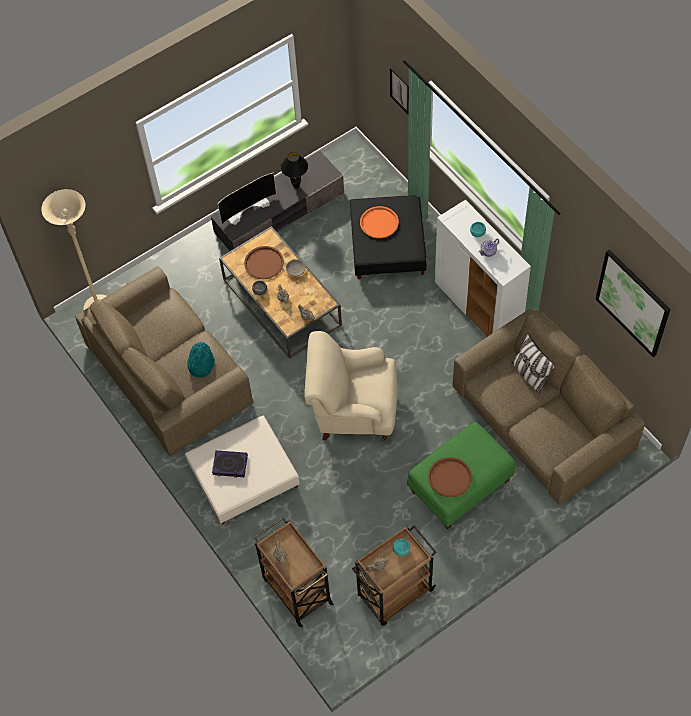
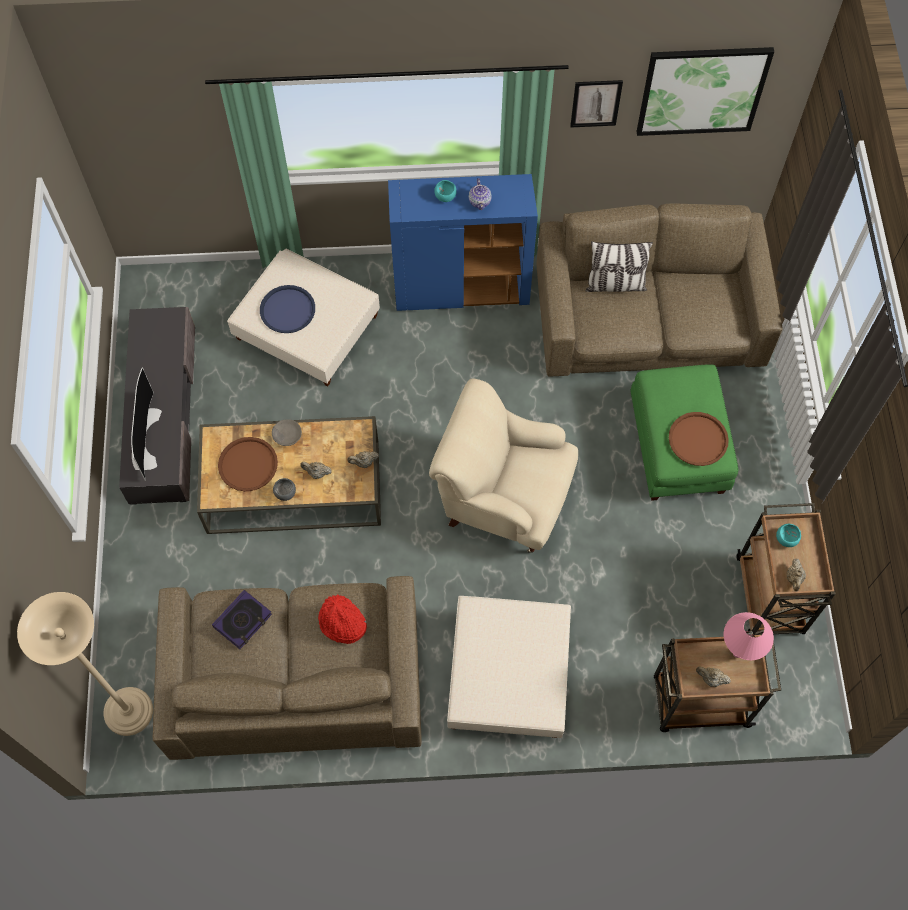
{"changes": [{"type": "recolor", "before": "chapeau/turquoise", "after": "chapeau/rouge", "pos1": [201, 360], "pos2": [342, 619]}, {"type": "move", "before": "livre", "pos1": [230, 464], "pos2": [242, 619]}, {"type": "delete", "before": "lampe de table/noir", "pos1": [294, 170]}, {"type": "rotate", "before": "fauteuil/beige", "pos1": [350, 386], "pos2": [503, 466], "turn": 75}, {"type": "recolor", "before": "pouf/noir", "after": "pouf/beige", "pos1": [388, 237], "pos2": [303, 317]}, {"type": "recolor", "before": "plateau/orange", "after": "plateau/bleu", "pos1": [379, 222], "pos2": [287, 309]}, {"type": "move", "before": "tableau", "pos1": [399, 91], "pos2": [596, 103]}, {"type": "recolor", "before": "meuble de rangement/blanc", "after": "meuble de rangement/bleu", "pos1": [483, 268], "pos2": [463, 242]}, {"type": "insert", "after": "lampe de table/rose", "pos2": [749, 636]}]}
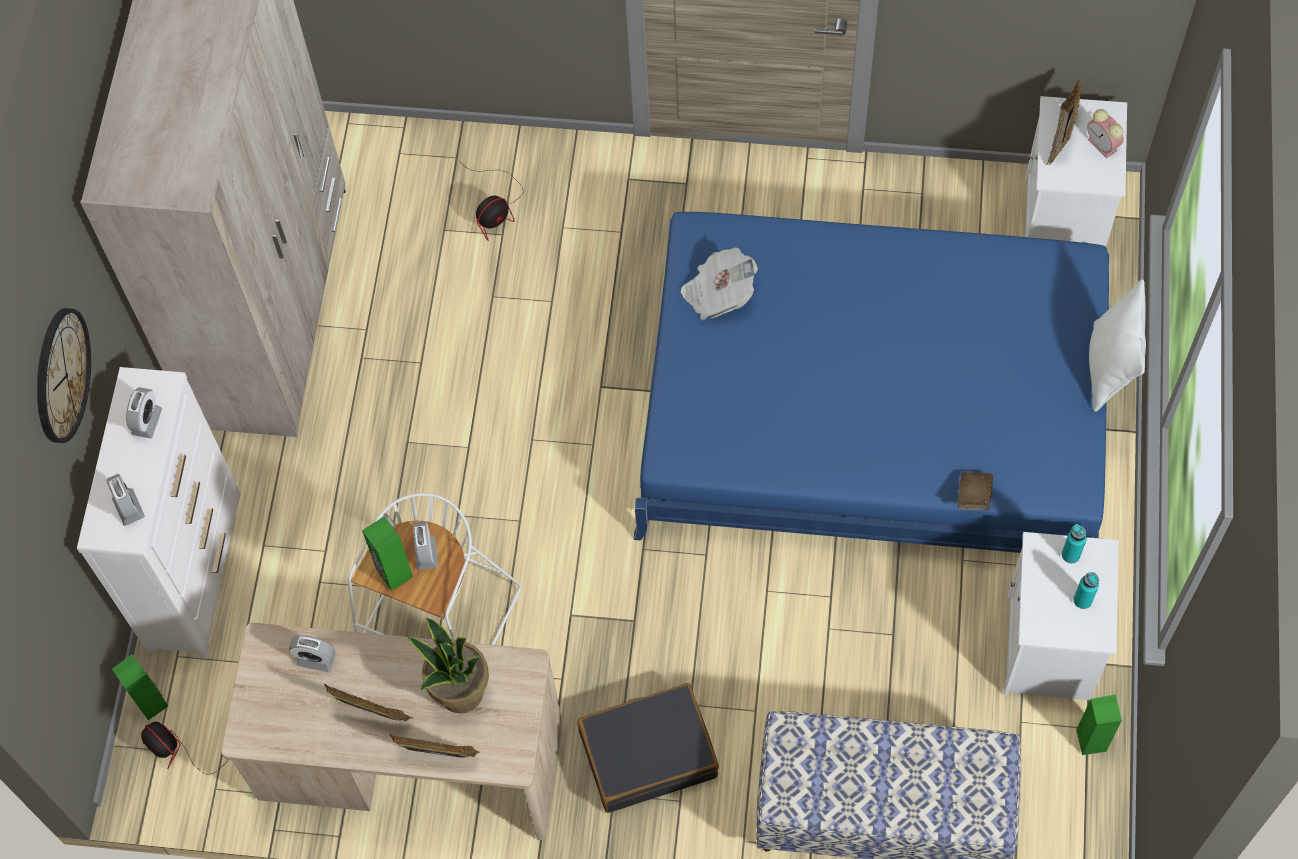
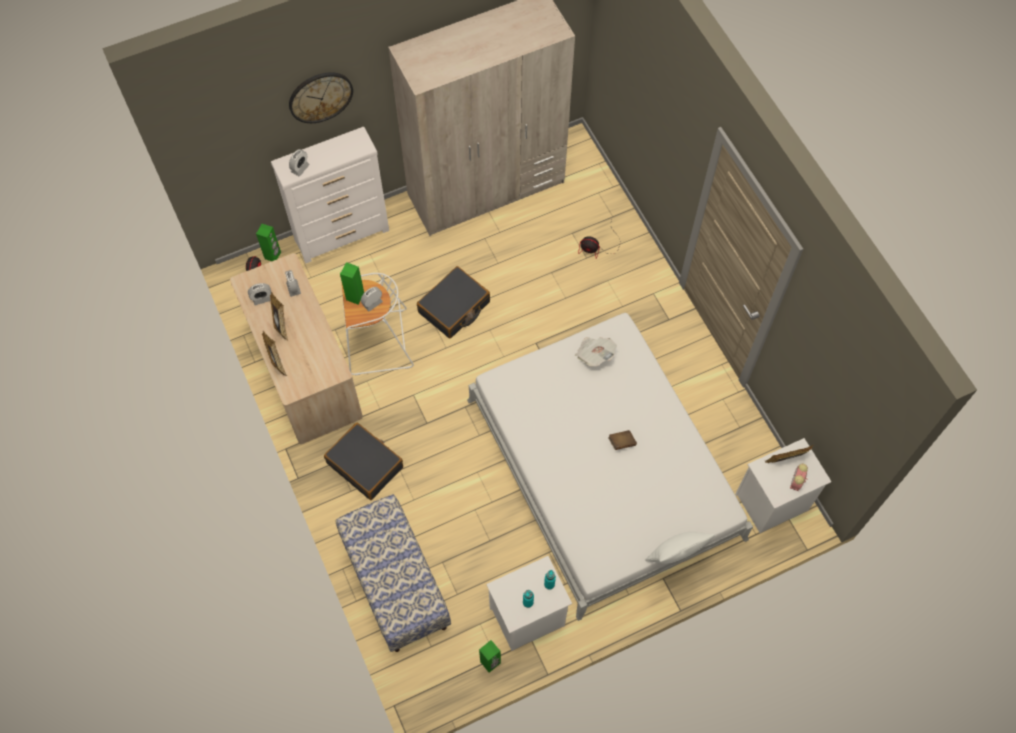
{"changes": [{"type": "move", "before": "réveil", "pos1": [144, 413], "pos2": [260, 294]}, {"type": "delete", "before": "plante en pot", "pos1": [448, 665]}, {"type": "recolor", "before": "lit/bleu", "after": "lit/blanc", "pos1": [871, 382], "pos2": [610, 467]}, {"type": "move", "before": "livre/marron", "pos1": [975, 491], "pos2": [622, 440]}, {"type": "insert", "after": "valise/noir", "pos2": [453, 302]}]}
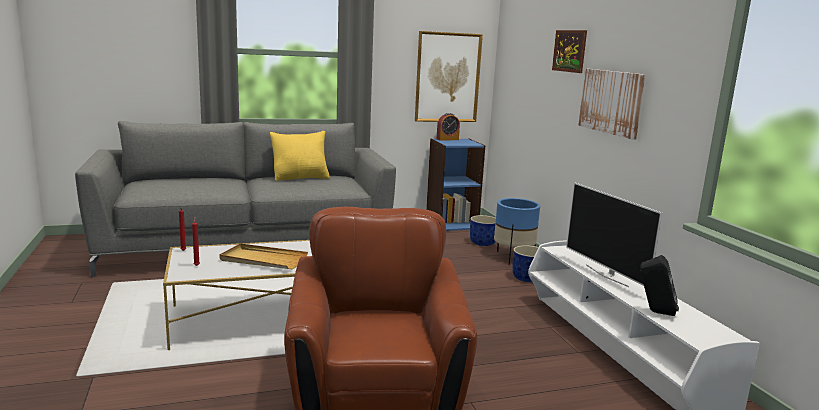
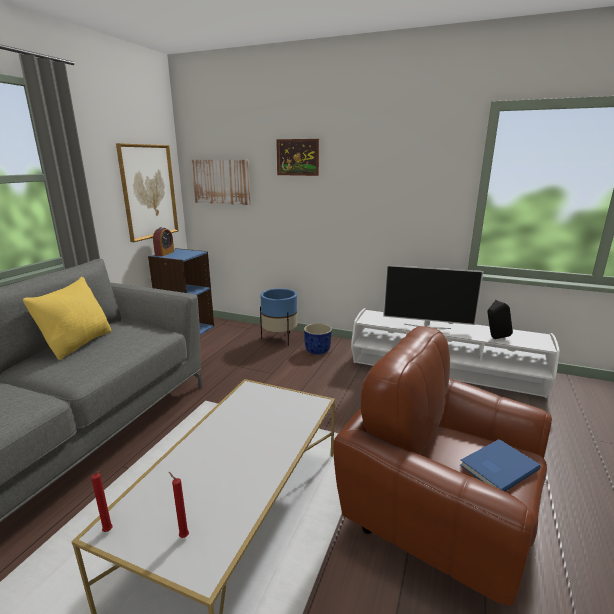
{"changes": [{"type": "delete", "before": "plateau/beige", "pos1": [264, 256]}, {"type": "delete", "before": "cache-pot/bleu", "pos1": [483, 230]}, {"type": "move", "before": "tableau", "pos1": [612, 104], "pos2": [220, 182]}, {"type": "insert", "after": "livre/bleu", "pos2": [500, 465]}]}
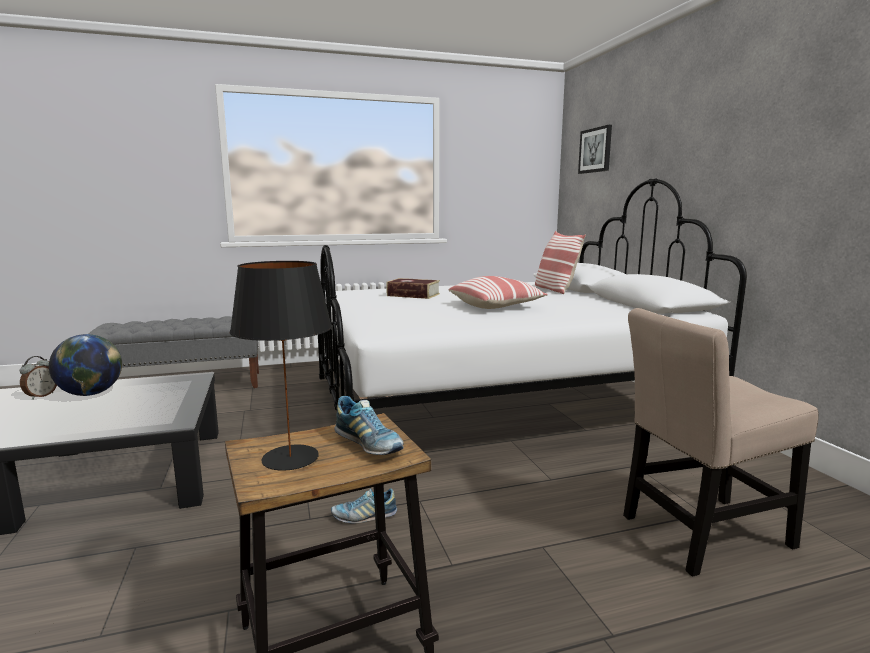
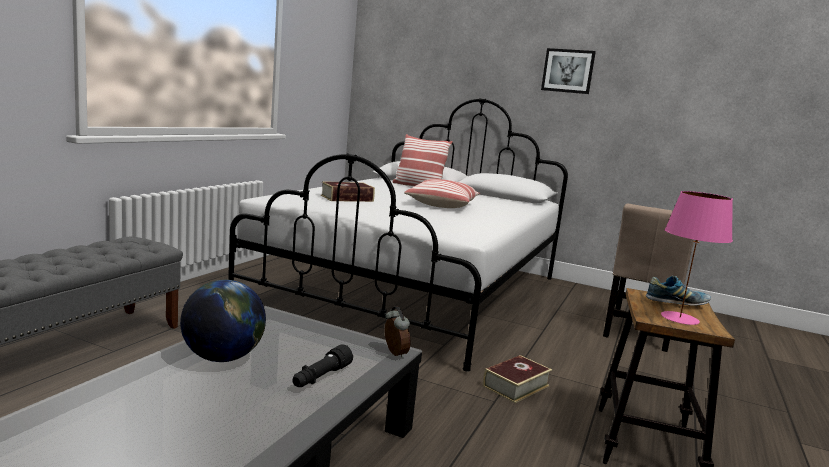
{"changes": [{"type": "move", "before": "réveil", "pos1": [38, 378], "pos2": [398, 332]}, {"type": "recolor", "before": "lampe de table/noir", "after": "lampe de table/rose", "pos1": [281, 365], "pos2": [697, 258]}, {"type": "replace", "before": "chaussure", "after": "livre", "pos1": [364, 506], "pos2": [517, 379]}, {"type": "move", "before": "tableau", "pos1": [595, 149], "pos2": [568, 71]}, {"type": "insert", "after": "lampe de poche/noir", "pos2": [322, 365]}]}
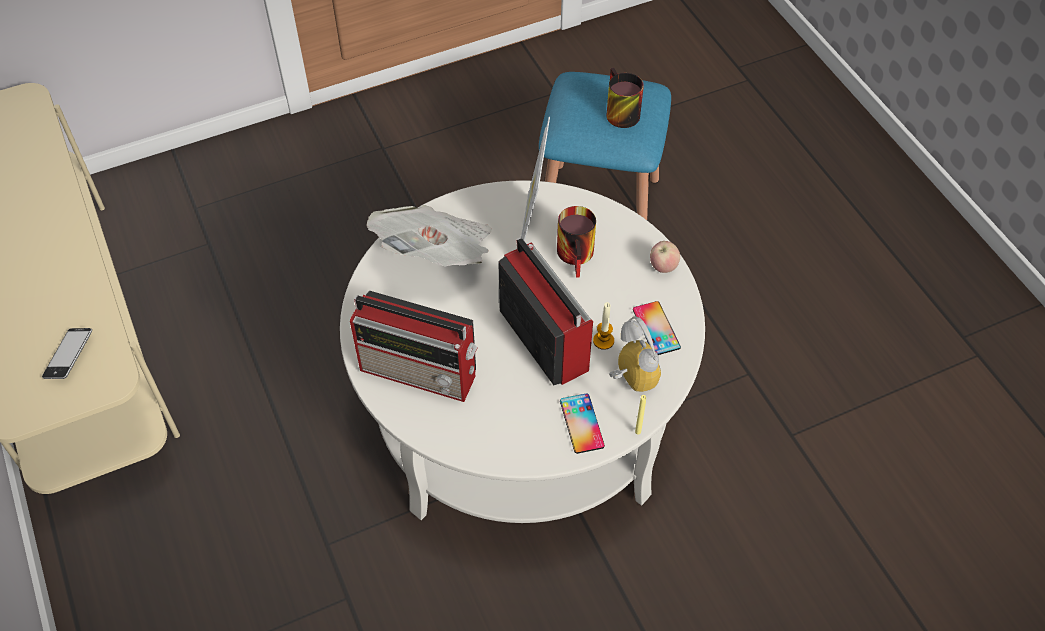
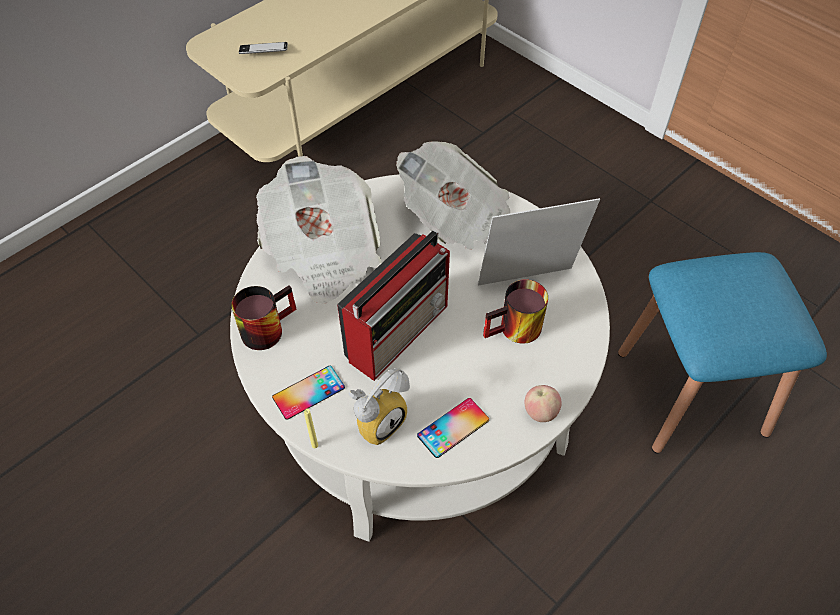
{"changes": [{"type": "replace", "before": "radio", "after": "journal", "pos1": [414, 346], "pos2": [318, 230]}, {"type": "delete", "before": "bougie", "pos1": [603, 326]}, {"type": "move", "before": "mug", "pos1": [625, 98], "pos2": [264, 317]}]}
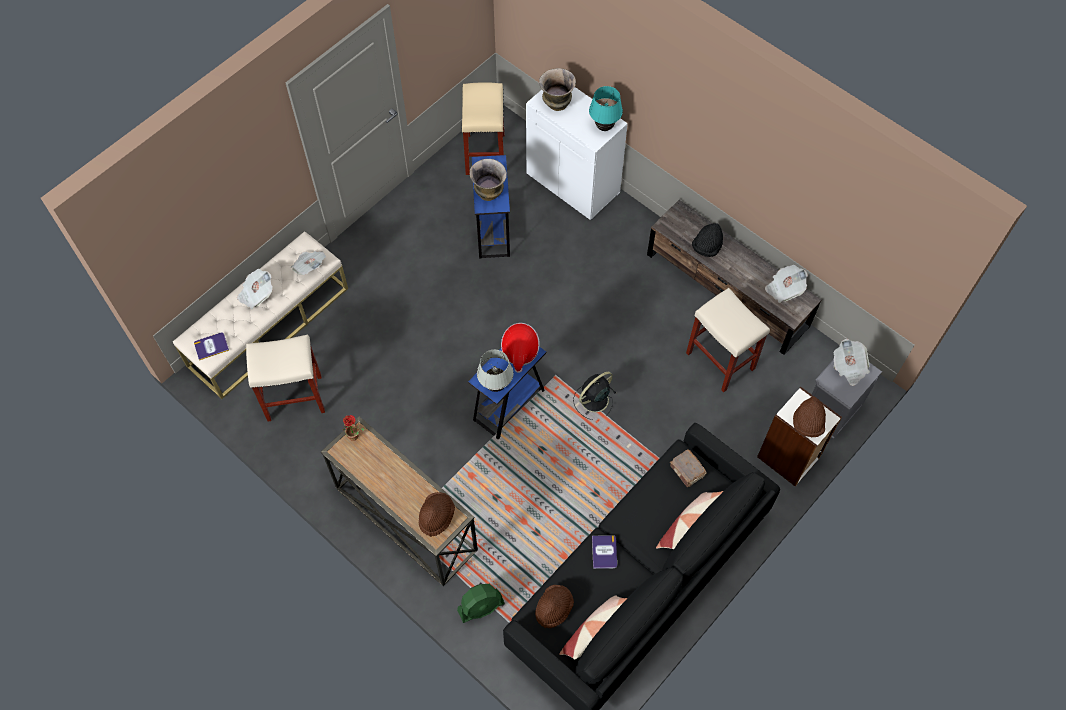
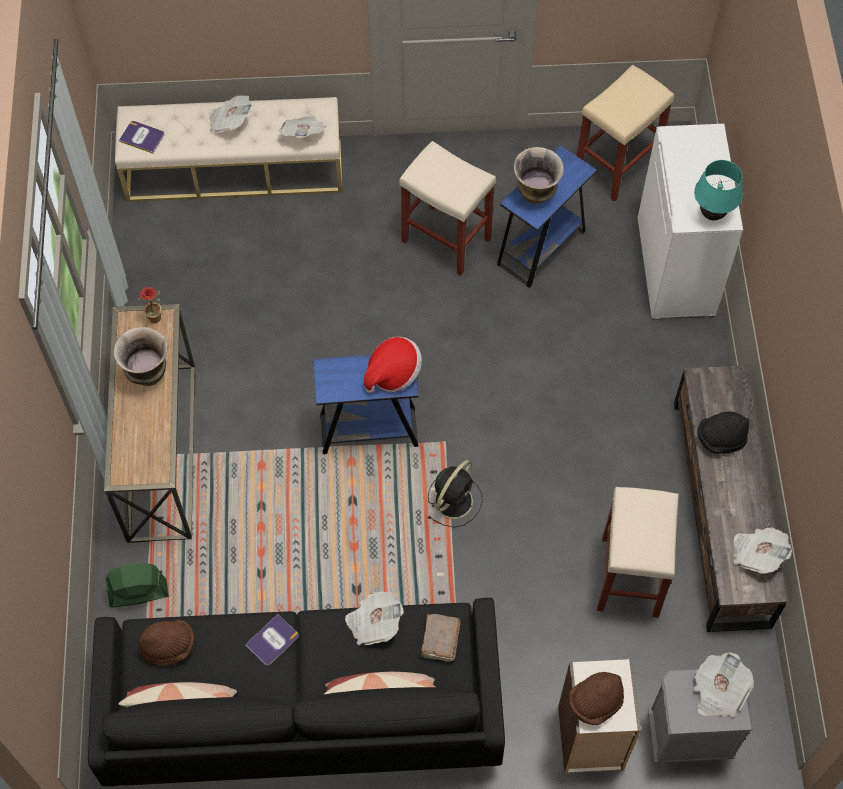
{"changes": [{"type": "move", "before": "tabouret/beige", "pos1": [285, 378], "pos2": [447, 208]}, {"type": "delete", "before": "chapeau/marron", "pos1": [437, 514]}, {"type": "rotate", "before": "ventilateur/vert", "pos1": [481, 603], "pos2": [137, 585], "turn": 150}, {"type": "delete", "before": "lampe de table/blanc", "pos1": [495, 371]}, {"type": "move", "before": "vase", "pos1": [557, 89], "pos2": [140, 356]}, {"type": "rotate", "before": "ventilateur/noir", "pos1": [594, 396], "pos2": [455, 493], "turn": 120}, {"type": "insert", "after": "journal", "pos2": [374, 618]}]}
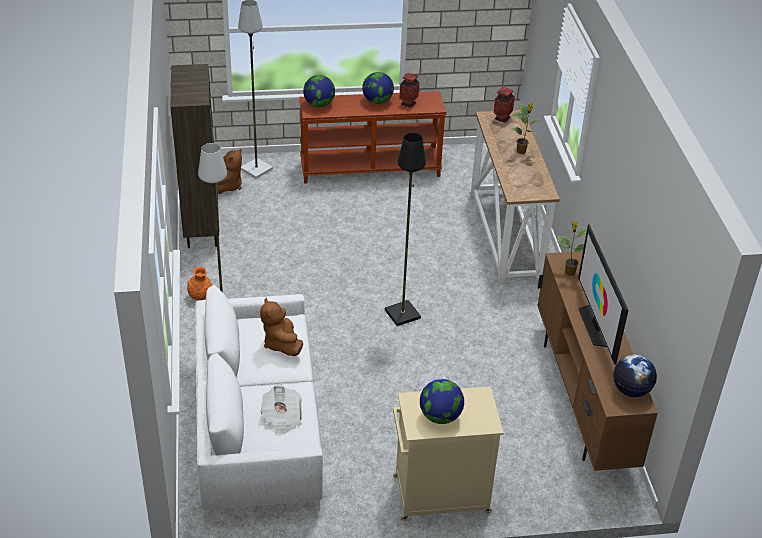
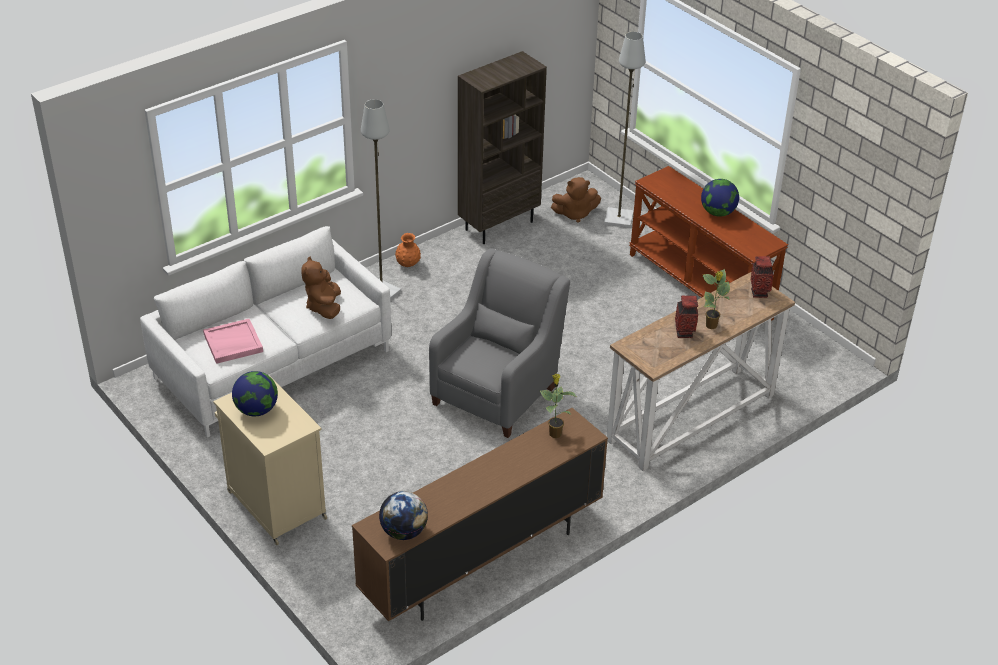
{"changes": [{"type": "rotate", "before": "peluche/marron", "pos1": [281, 327], "pos2": [321, 287], "turn": -45}, {"type": "replace", "before": "journal", "after": "plateau/rose", "pos1": [281, 410], "pos2": [233, 341]}, {"type": "delete", "before": "globe", "pos1": [319, 91]}, {"type": "replace", "before": "lampadaire/noir", "after": "fauteuil/gris", "pos1": [405, 229], "pos2": [499, 343]}, {"type": "move", "before": "vase", "pos1": [409, 90], "pos2": [686, 317]}, {"type": "delete", "before": "téléviseur", "pos1": [603, 294]}]}
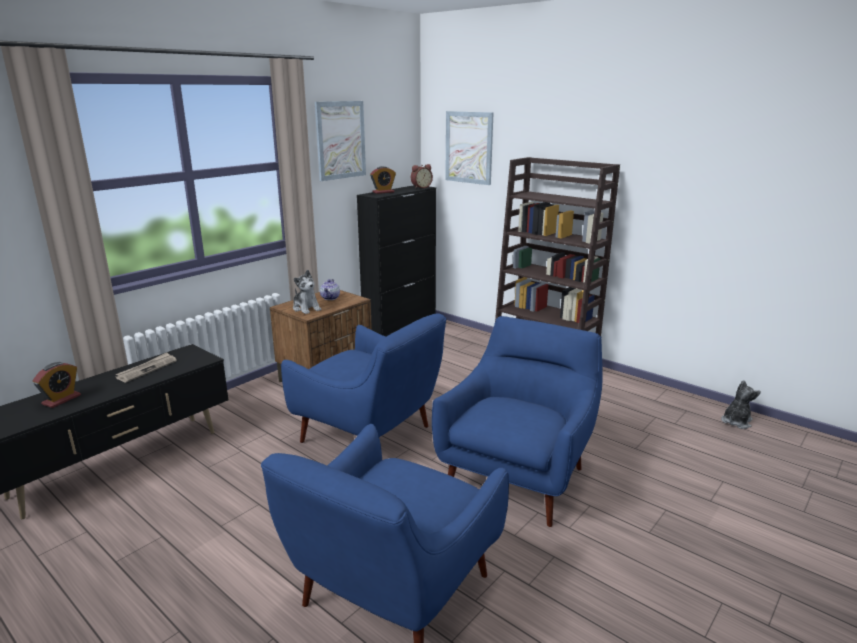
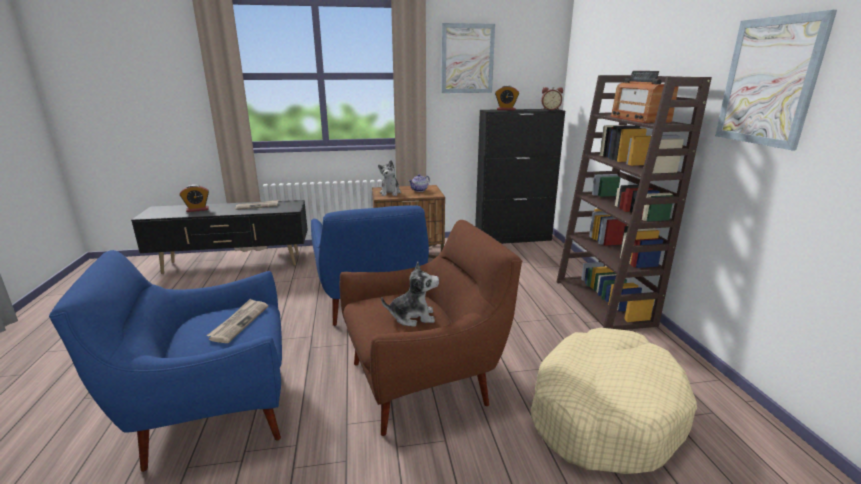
{"changes": [{"type": "recolor", "before": "fauteuil/bleu", "after": "fauteuil/marron", "pos1": [517, 421], "pos2": [431, 328]}, {"type": "move", "before": "tableau", "pos1": [469, 148], "pos2": [776, 80]}, {"type": "move", "before": "peluche", "pos1": [741, 404], "pos2": [410, 294]}, {"type": "insert", "after": "journal", "pos2": [237, 320]}, {"type": "insert", "after": "panier pour chien/beige", "pos2": [614, 401]}, {"type": "insert", "after": "radio", "pos2": [644, 97]}]}
